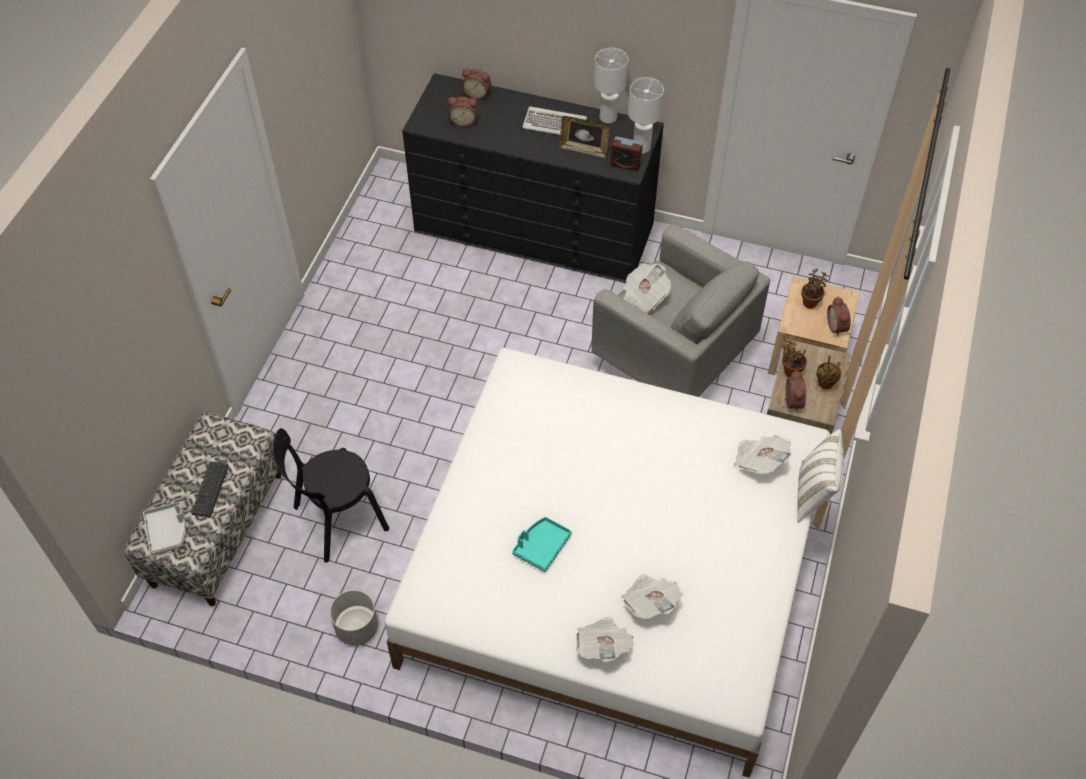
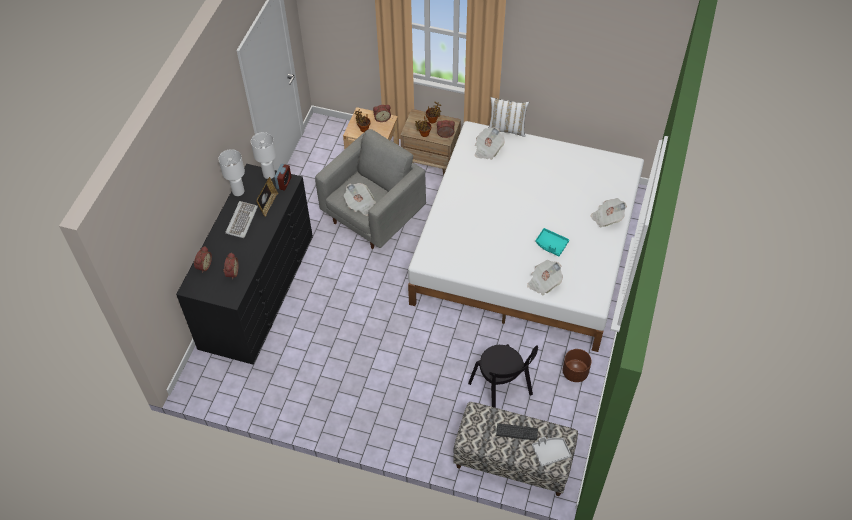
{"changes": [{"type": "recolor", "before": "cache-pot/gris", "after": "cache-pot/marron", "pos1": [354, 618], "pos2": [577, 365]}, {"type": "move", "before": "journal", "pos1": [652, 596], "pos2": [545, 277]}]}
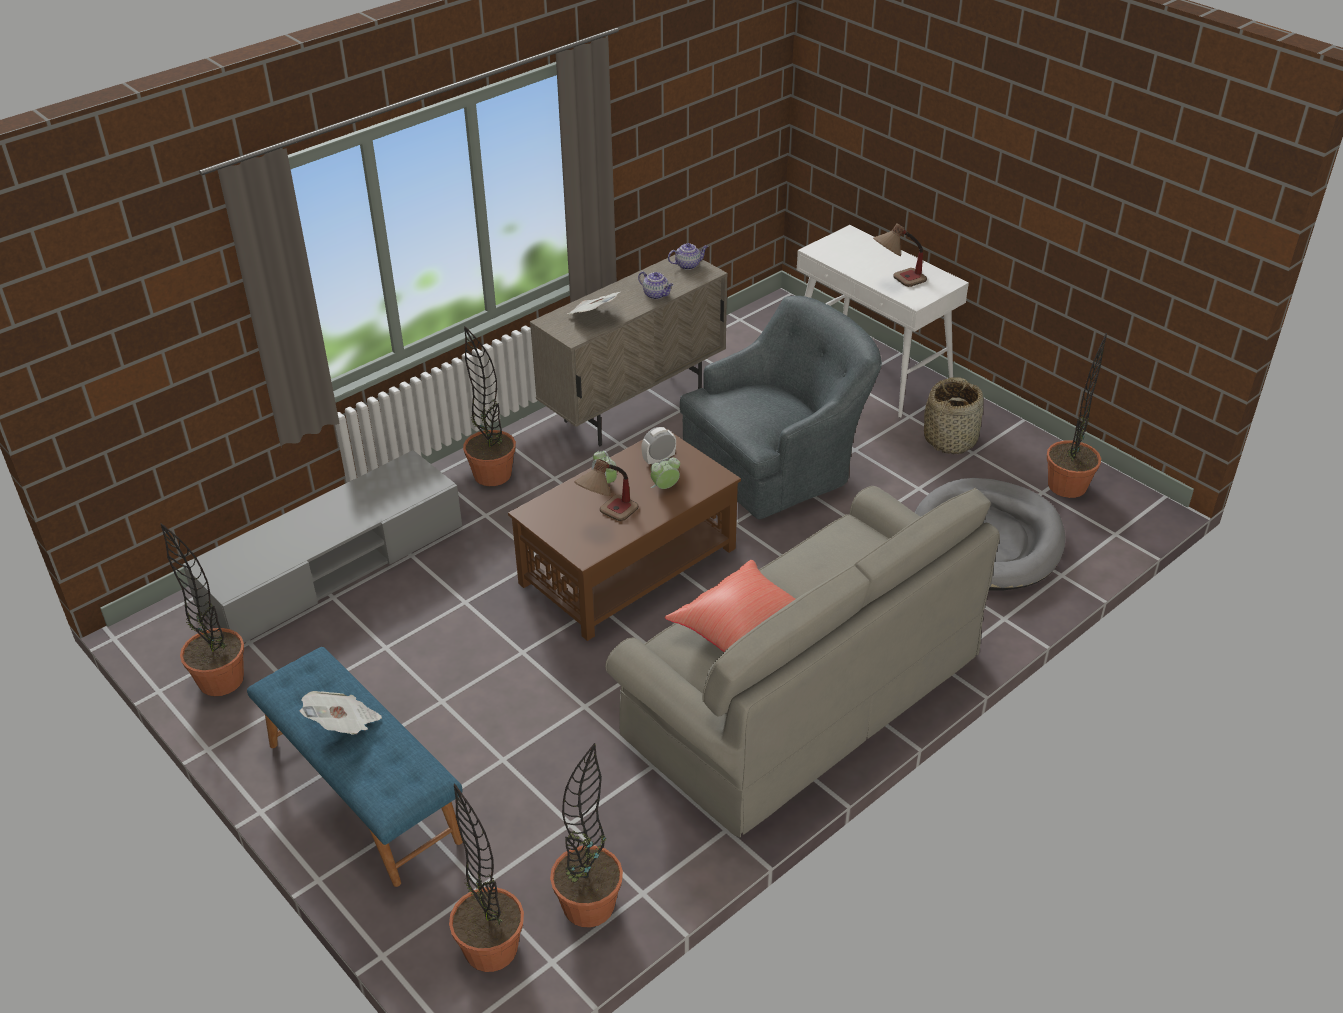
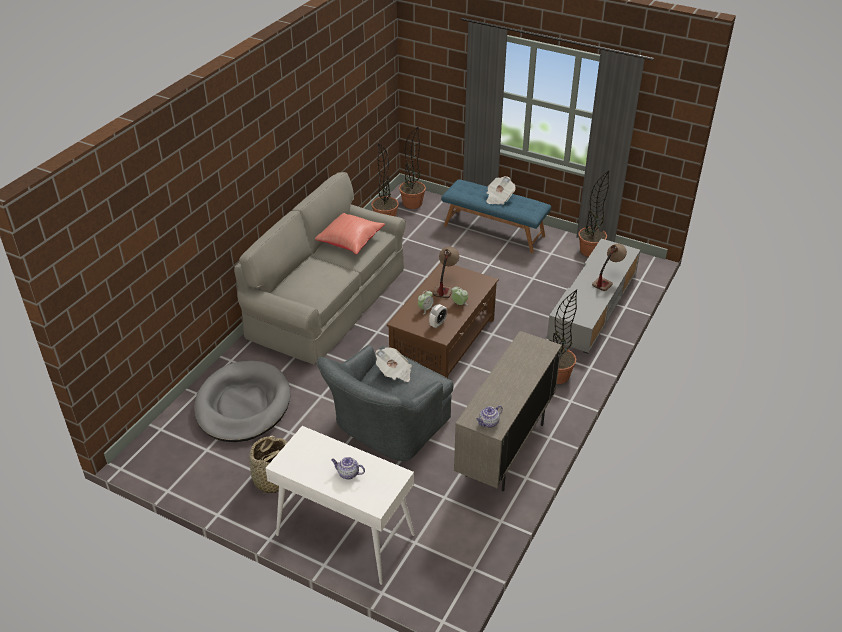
{"changes": [{"type": "move", "before": "journal", "pos1": [593, 303], "pos2": [393, 364]}, {"type": "move", "before": "théière", "pos1": [655, 285], "pos2": [348, 468]}, {"type": "move", "before": "lampe de table", "pos1": [900, 255], "pos2": [609, 267]}, {"type": "delete", "before": "plante en pot", "pos1": [1077, 415]}]}
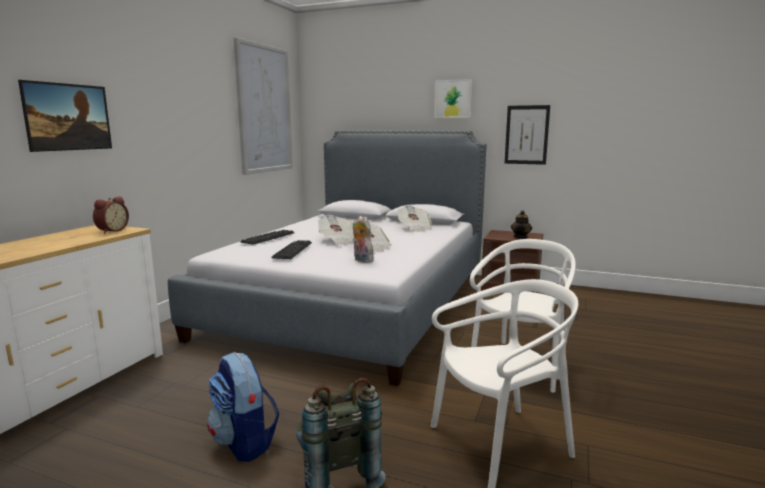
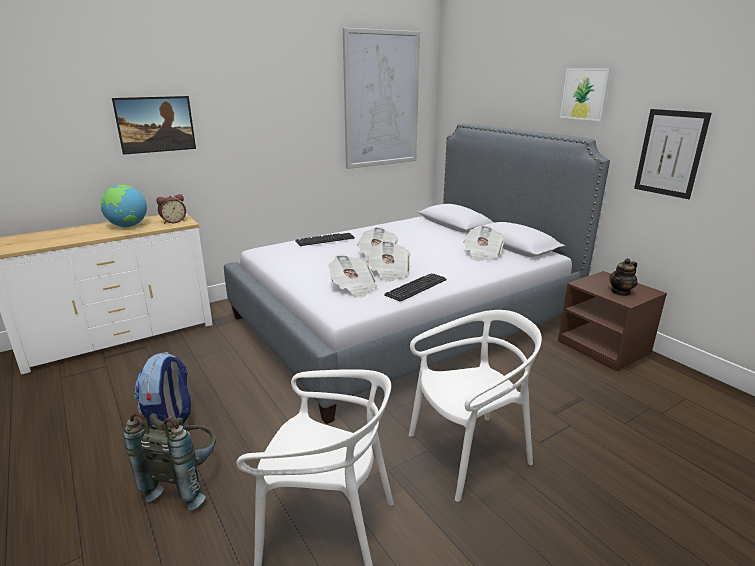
{"changes": [{"type": "move", "before": "clavier", "pos1": [292, 249], "pos2": [415, 287]}, {"type": "replace", "before": "peluche", "after": "journal", "pos1": [363, 239], "pos2": [353, 276]}, {"type": "insert", "after": "globe", "pos2": [123, 206]}]}
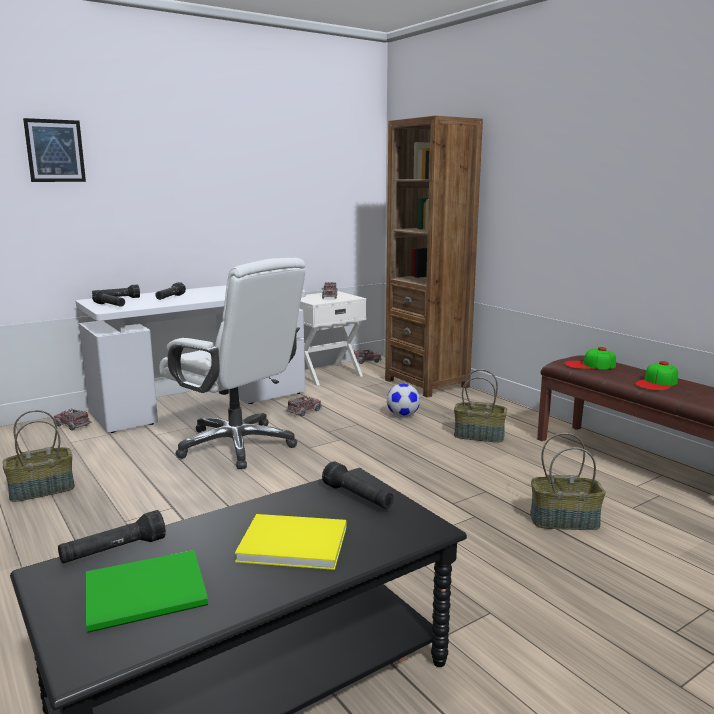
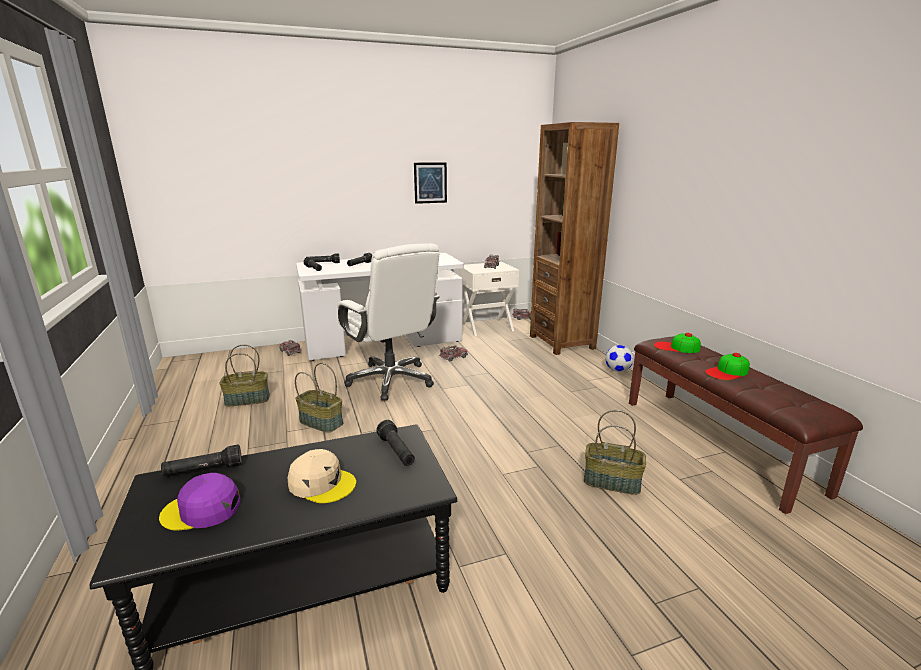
{"changes": [{"type": "move", "before": "tableau", "pos1": [54, 150], "pos2": [430, 183]}, {"type": "replace", "before": "livre/vert", "after": "casquette/violet", "pos1": [147, 591], "pos2": [199, 502]}, {"type": "replace", "before": "livre/jaune", "after": "casquette/beige", "pos1": [291, 542], "pos2": [321, 476]}, {"type": "move", "before": "ballon de foot", "pos1": [403, 400], "pos2": [619, 358]}, {"type": "move", "before": "panier", "pos1": [480, 405], "pos2": [319, 398]}]}
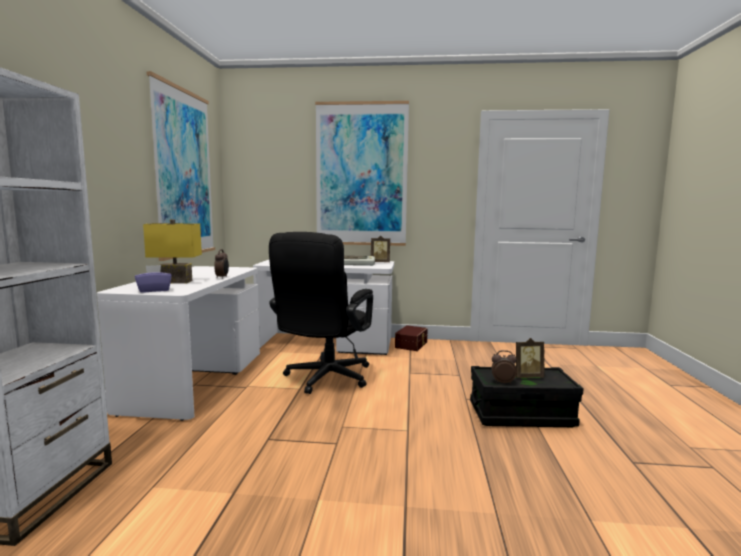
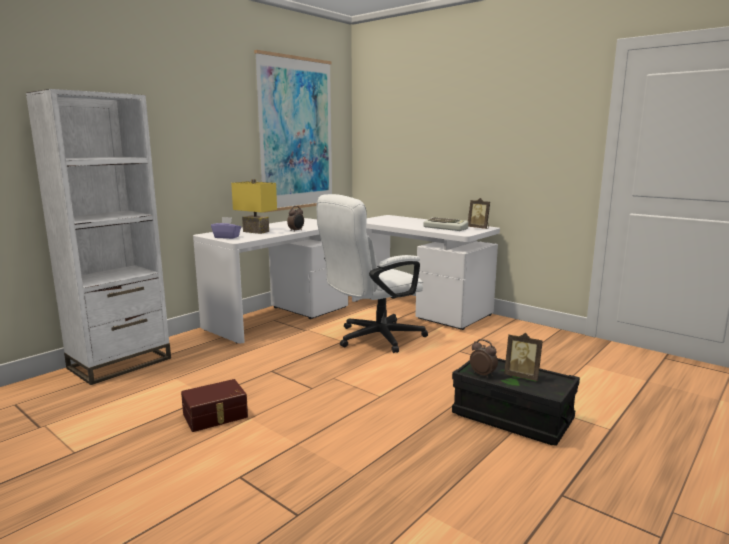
{"changes": [{"type": "recolor", "before": "chaise de bureau/noir", "after": "chaise de bureau/blanc", "pos1": [321, 313], "pos2": [372, 273]}, {"type": "delete", "before": "tableau", "pos1": [362, 173]}, {"type": "move", "before": "boîte de rangement/marron", "pos1": [411, 338], "pos2": [214, 405]}]}
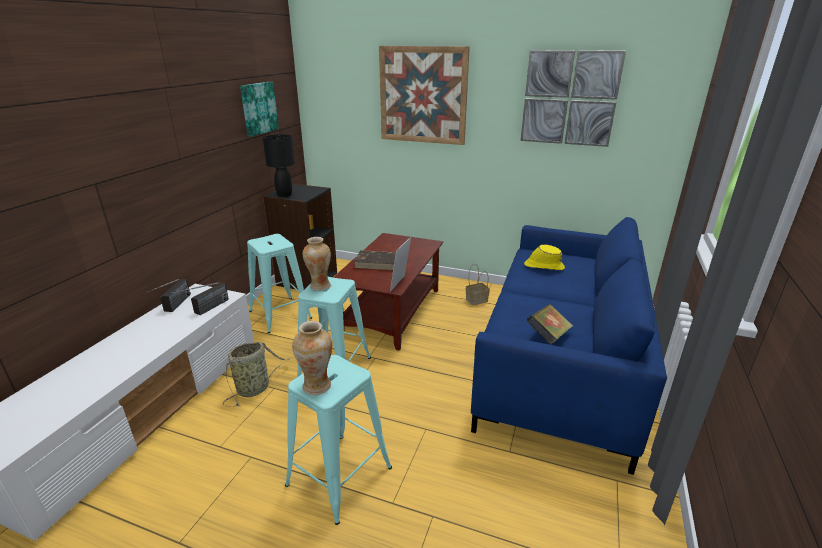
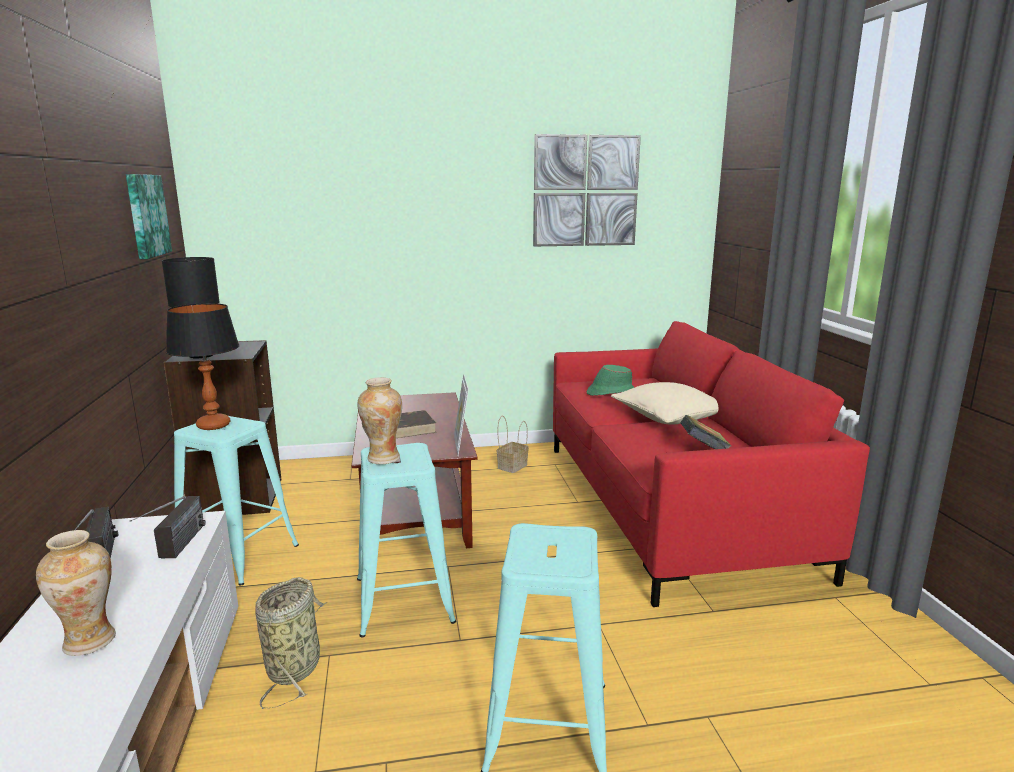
{"changes": [{"type": "move", "before": "vase", "pos1": [312, 358], "pos2": [76, 593]}, {"type": "delete", "before": "tableau", "pos1": [424, 95]}, {"type": "recolor", "before": "canapé/bleu", "after": "canapé/rouge", "pos1": [569, 346], "pos2": [711, 464]}, {"type": "recolor", "before": "chapeau/jaune", "after": "chapeau/vert", "pos1": [544, 257], "pos2": [611, 380]}, {"type": "insert", "after": "lampe de table", "pos2": [202, 366]}, {"type": "insert", "after": "coussin/beige", "pos2": [665, 403]}]}
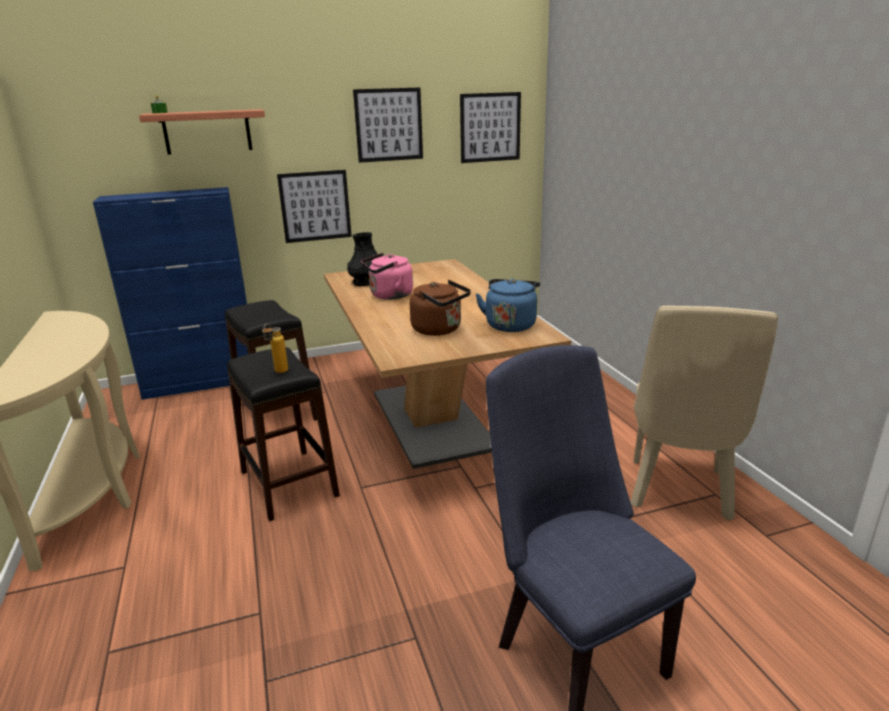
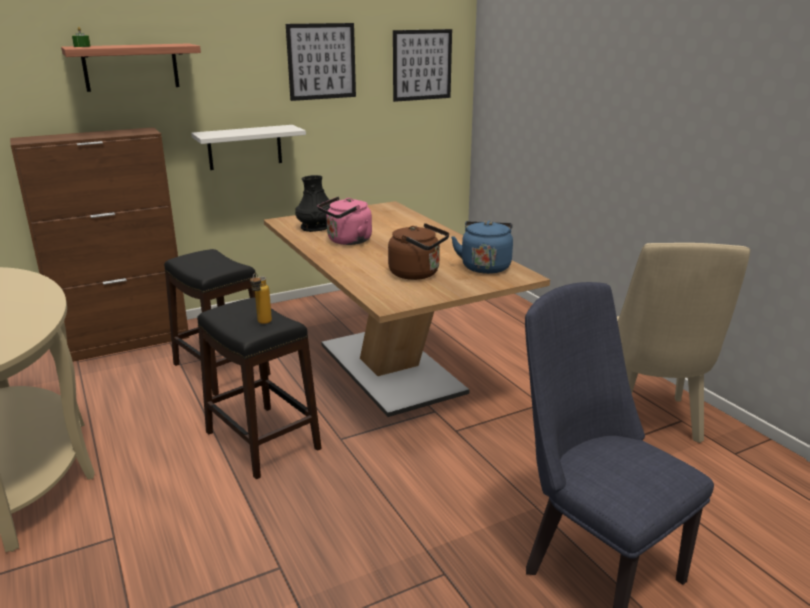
{"changes": [{"type": "recolor", "before": "meuble de rangement/bleu", "after": "meuble de rangement/marron", "pos1": [170, 293], "pos2": [99, 244]}, {"type": "replace", "before": "tableau", "after": "étagère/blanc", "pos1": [314, 206], "pos2": [248, 147]}]}
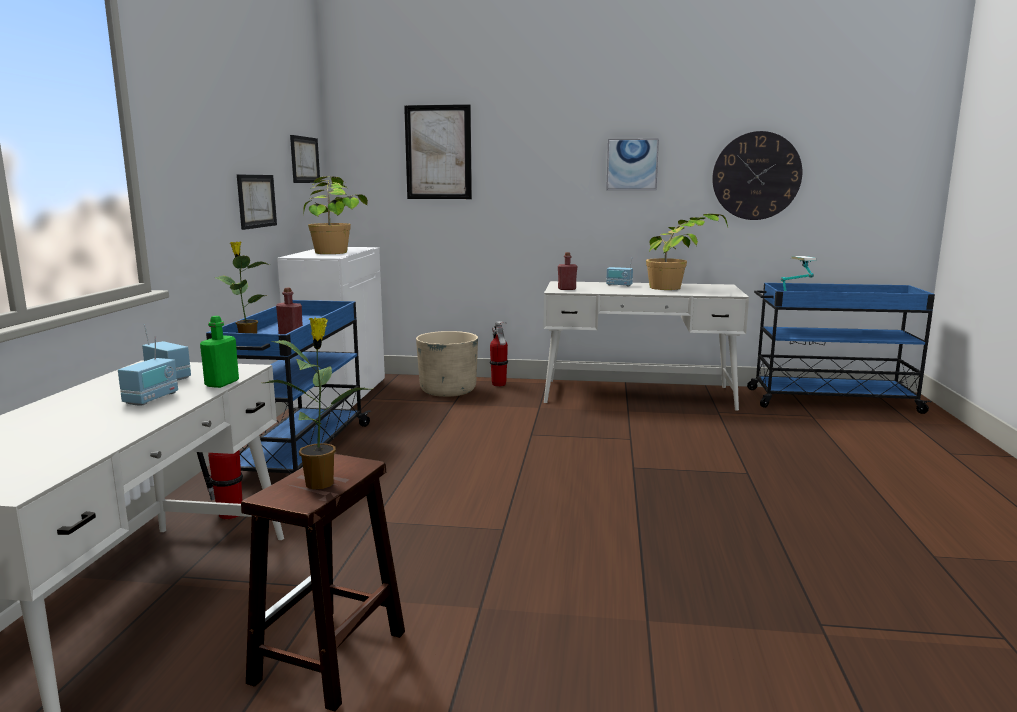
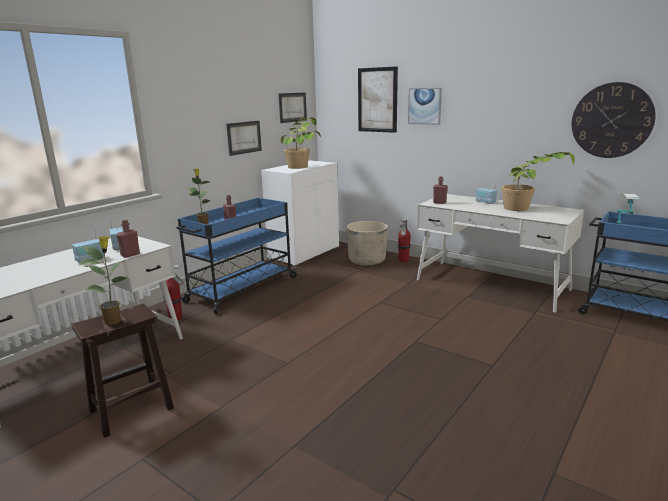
{"changes": [{"type": "recolor", "before": "bouteille/vert", "after": "bouteille/rouge", "pos1": [219, 352], "pos2": [128, 239]}, {"type": "move", "before": "tableau", "pos1": [632, 164], "pos2": [425, 106]}]}
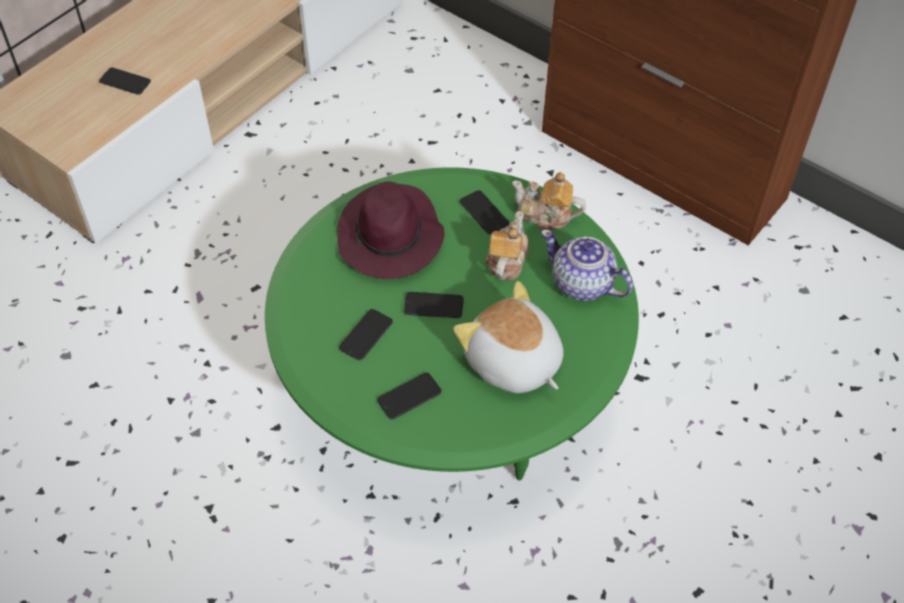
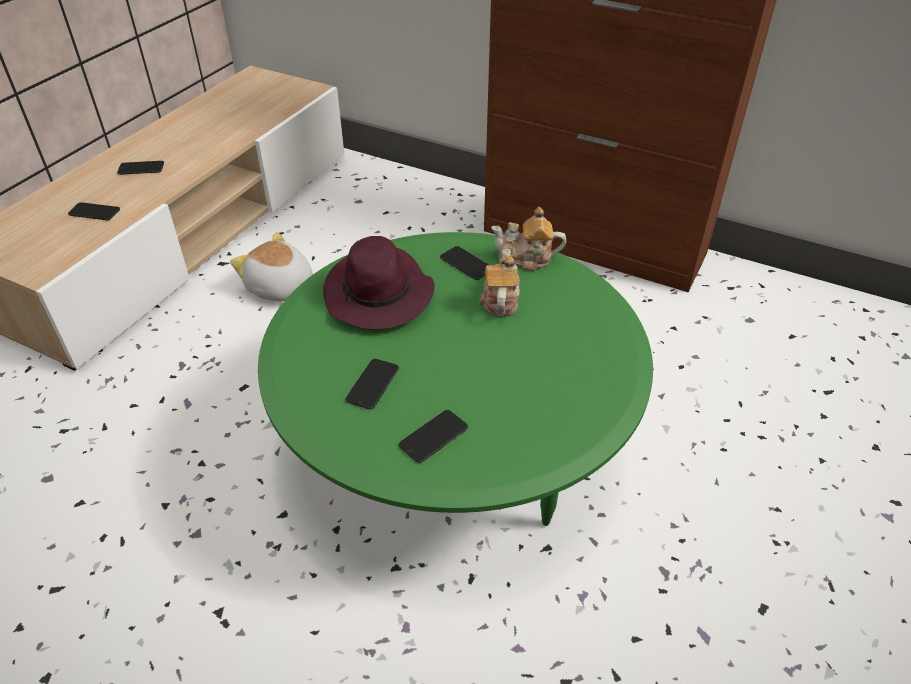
{"changes": [{"type": "move", "before": "téléphone", "pos1": [434, 305], "pos2": [140, 168]}, {"type": "move", "before": "peluche", "pos1": [508, 337], "pos2": [271, 266]}, {"type": "delete", "before": "théière", "pos1": [587, 265]}]}
